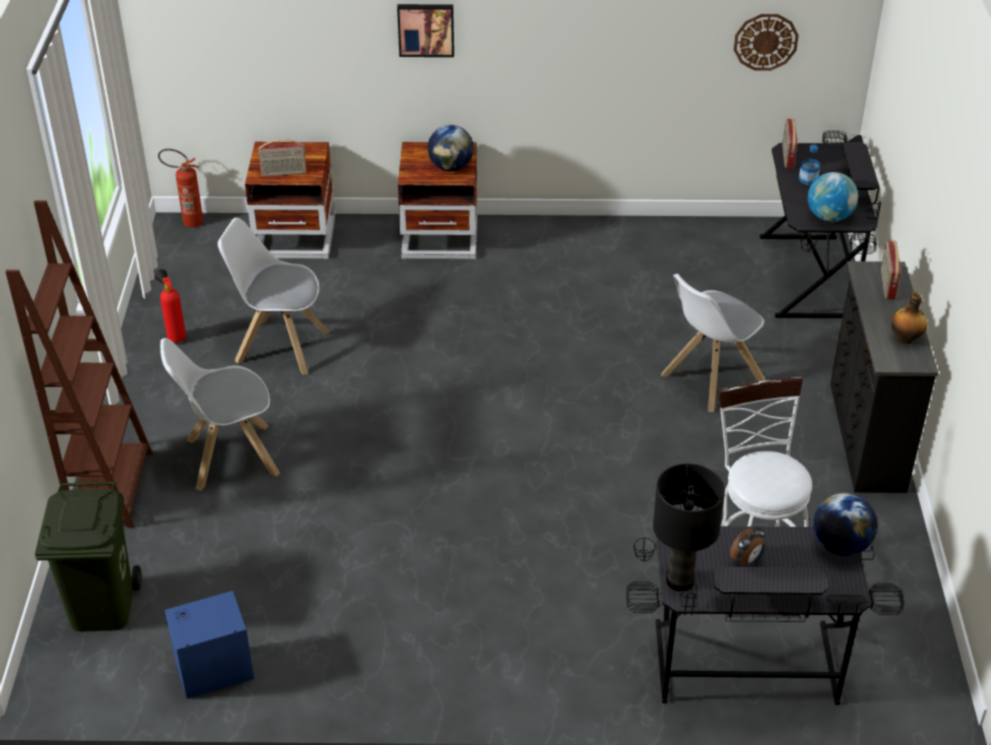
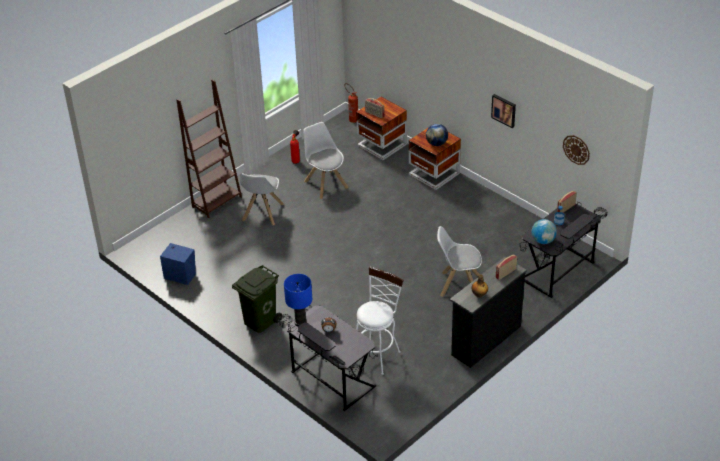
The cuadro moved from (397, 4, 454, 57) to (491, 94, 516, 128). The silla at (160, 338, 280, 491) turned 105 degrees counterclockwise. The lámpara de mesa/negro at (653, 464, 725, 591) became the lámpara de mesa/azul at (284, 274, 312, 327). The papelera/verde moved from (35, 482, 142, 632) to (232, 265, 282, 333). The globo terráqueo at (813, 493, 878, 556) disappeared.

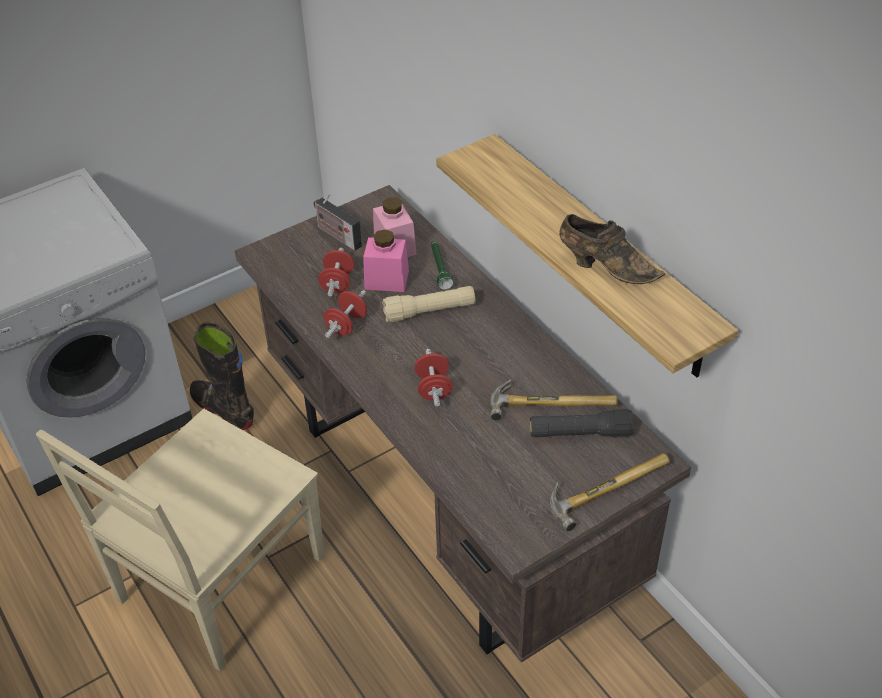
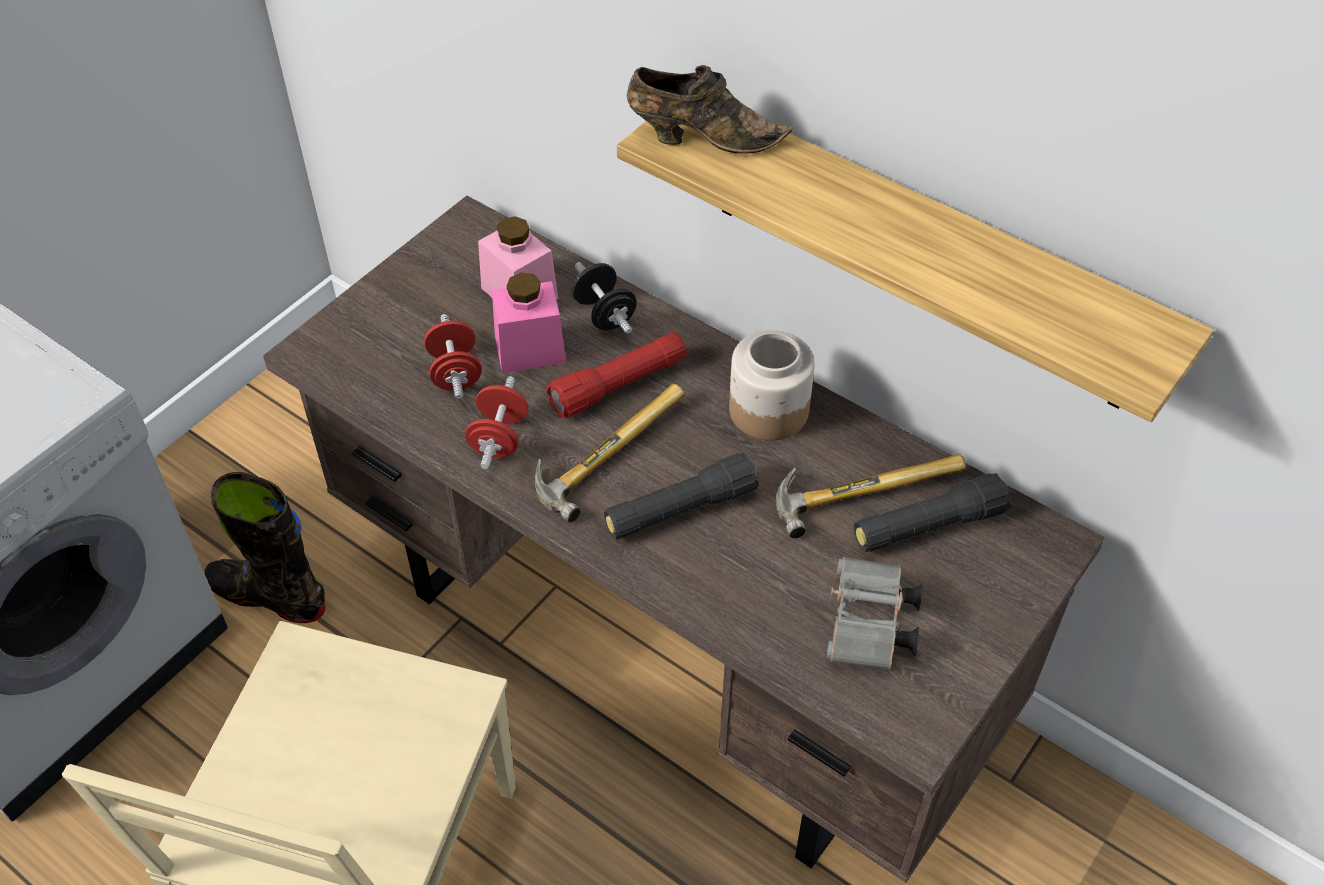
The radio at (314, 193, 362, 251) disappeared. The zapato/marrón moved from (559, 214, 665, 284) to (627, 65, 792, 154). The linterna/verde at (431, 241, 454, 290) was replaced by the mancuerna/negro at (572, 262, 637, 334). The linterna/beis at (382, 286, 475, 322) became the linterna/rojo at (546, 332, 687, 418). The mancuerna/rojo at (414, 349, 453, 407) was replaced by the linterna/negro at (604, 453, 759, 539). The martillo moved from (550, 453, 670, 531) to (535, 384, 685, 522). The tarro at (729, 330, 815, 441) appeared. The prismáticos/gris at (827, 556, 923, 669) appeared.

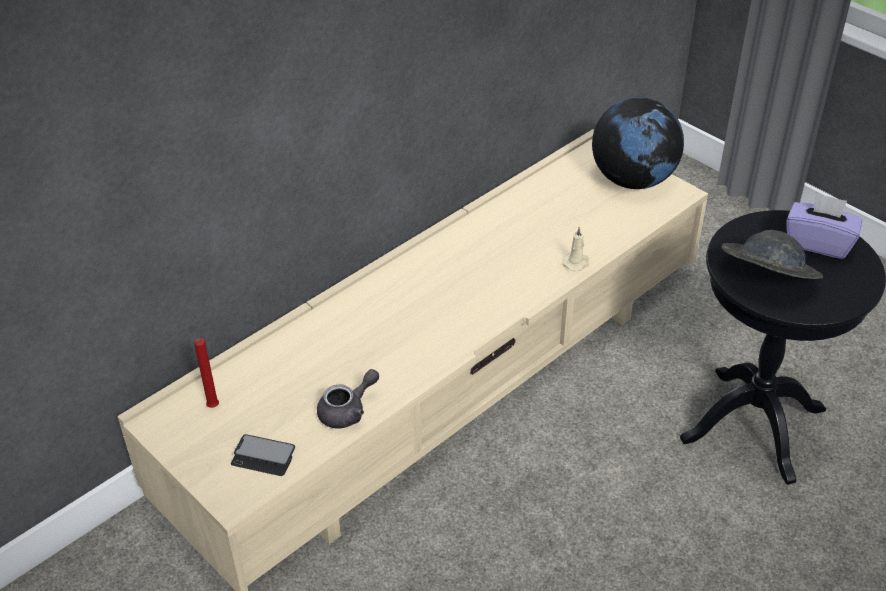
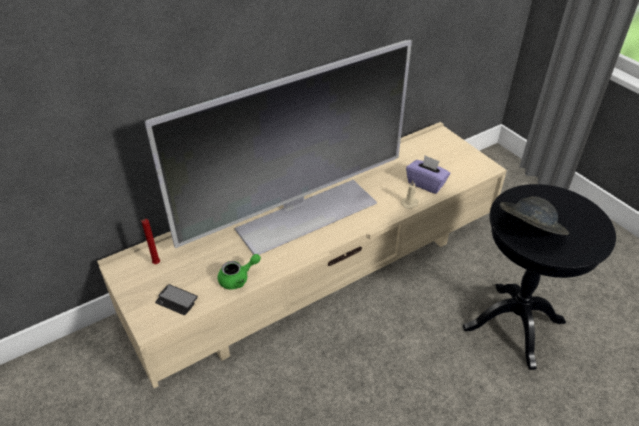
The globo terráqueo at (592, 97, 684, 189) disappeared. The caja de pañuelos/morado moved from (786, 193, 862, 259) to (406, 155, 450, 194). The tetera/gris at (317, 369, 379, 429) became the tetera/verde at (218, 254, 261, 290). The televisor at (145, 40, 412, 255) appeared.

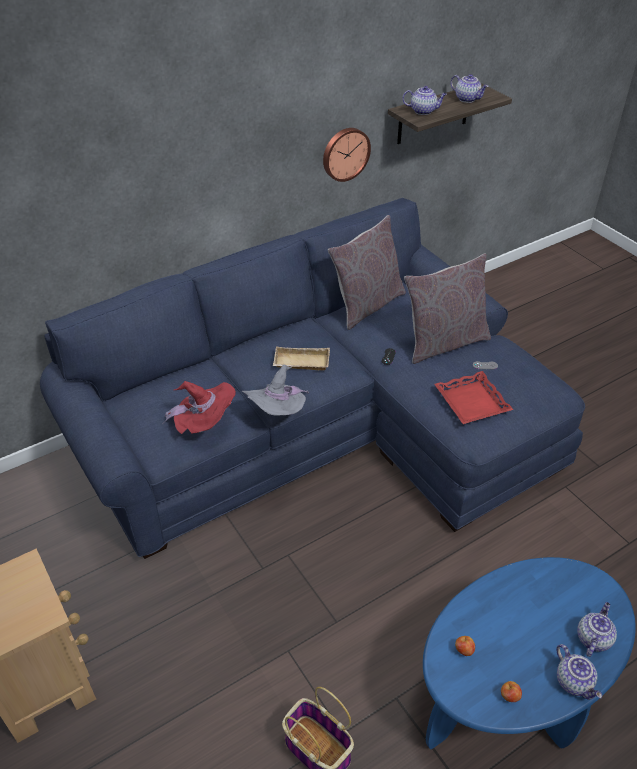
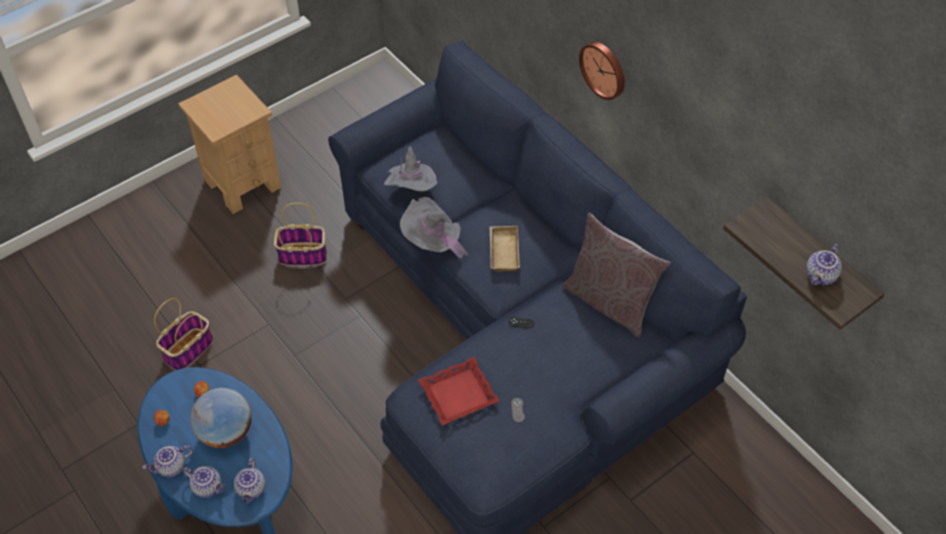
The tetera moved from (402, 86, 447, 115) to (234, 458, 266, 503). The reloj de pared moved from (323, 128, 371, 182) to (579, 42, 625, 100). The cojín/gris at (404, 253, 491, 364) disappeared. The sombrero/rojo at (162, 381, 236, 434) became the sombrero/gris at (384, 145, 438, 192). The cesta at (274, 203, 327, 266) appeared. The globo terráqueo at (190, 388, 252, 448) appeared.

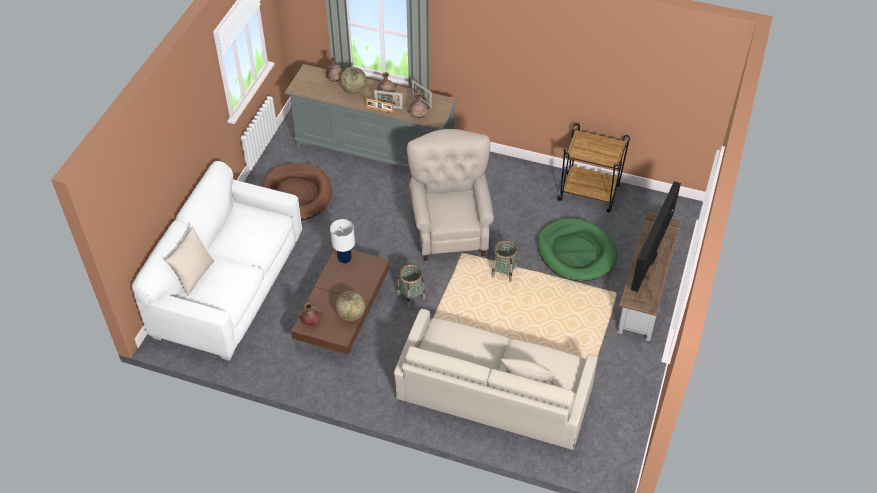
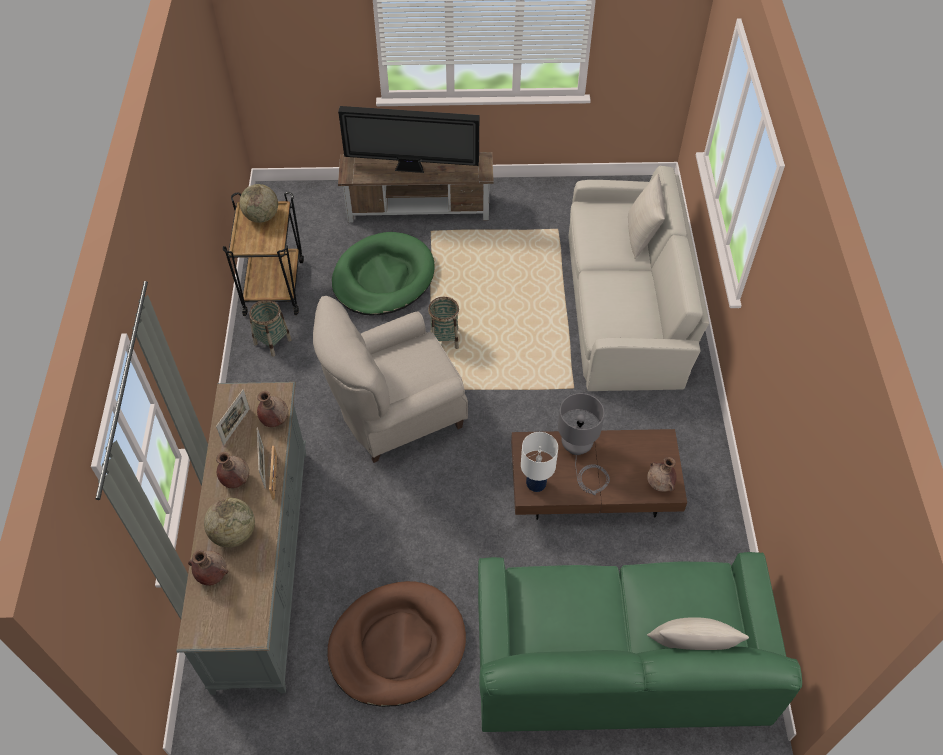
The sofá/blanco at (132, 161, 302, 361) became the sofá/verde at (478, 552, 802, 732). The cesta moved from (397, 264, 426, 308) to (249, 300, 292, 357). The globo terráqueo moved from (335, 291, 365, 321) to (240, 184, 278, 223). The lámpara de mesa/gris at (558, 393, 610, 495) appeared.

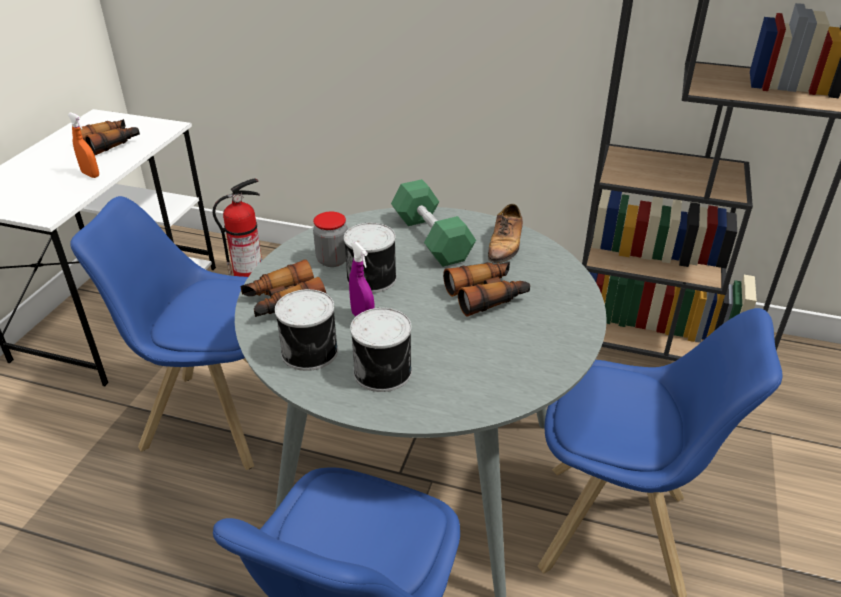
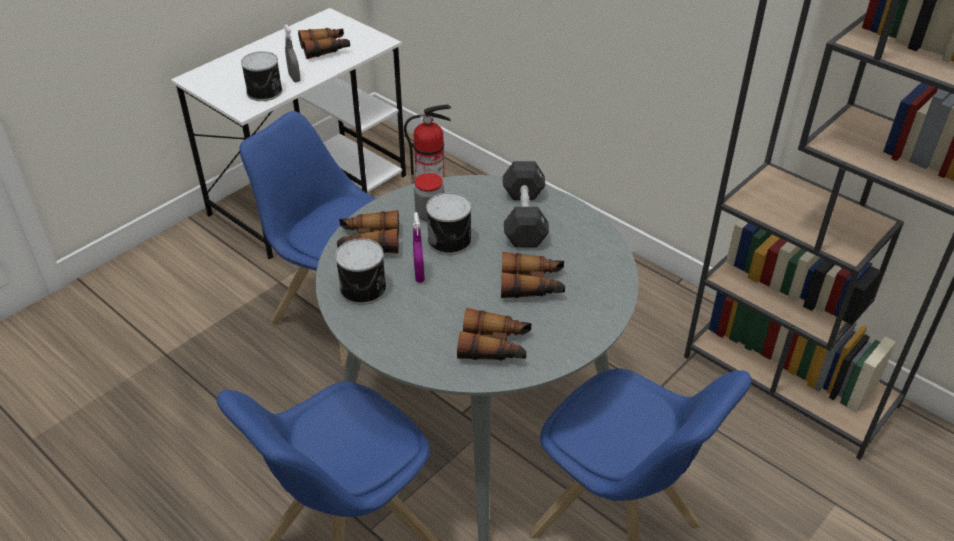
The pulverizador/naranja at (68, 112, 99, 178) became the pulverizador/gris at (284, 24, 300, 82). The mancuerna/verde at (391, 179, 476, 267) became the mancuerna/negro at (503, 161, 549, 247). The zapato at (488, 204, 523, 263) disappeared. The lata moved from (350, 308, 412, 392) to (241, 51, 283, 101). The prismáticos at (457, 308, 531, 361) appeared.

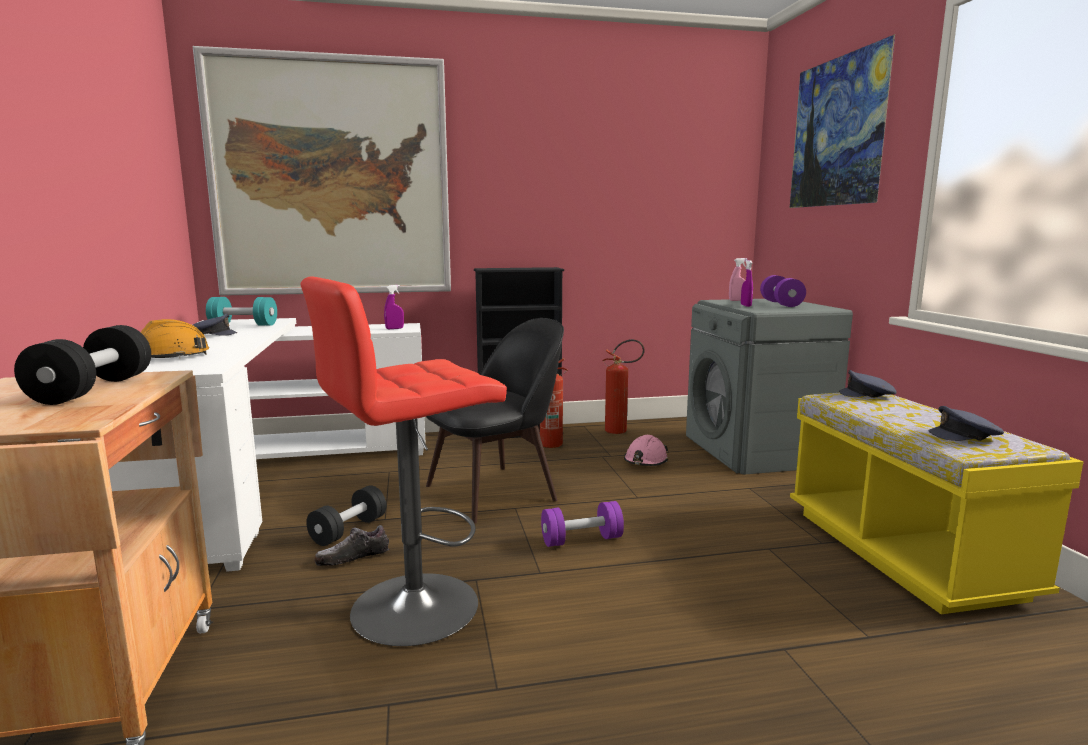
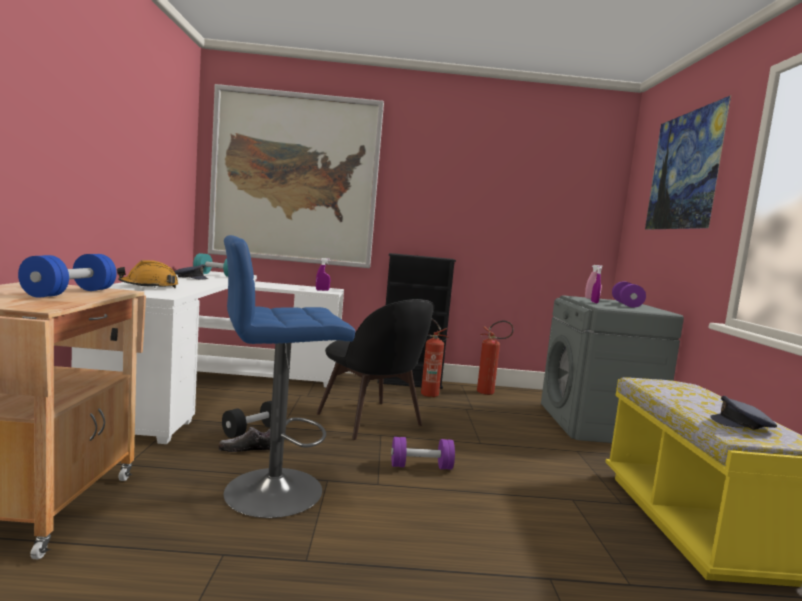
The taburete/rojo at (301, 276, 507, 646) became the taburete/azul at (224, 235, 355, 518). The silla/negro at (426, 318, 564, 524) turned 75 degrees clockwise. The mancuerna/negro at (14, 325, 151, 405) became the mancuerna/azul at (18, 254, 117, 298). The gorra/gris at (839, 370, 897, 398) disappeared. The casco/rosa at (624, 435, 669, 466) disappeared.

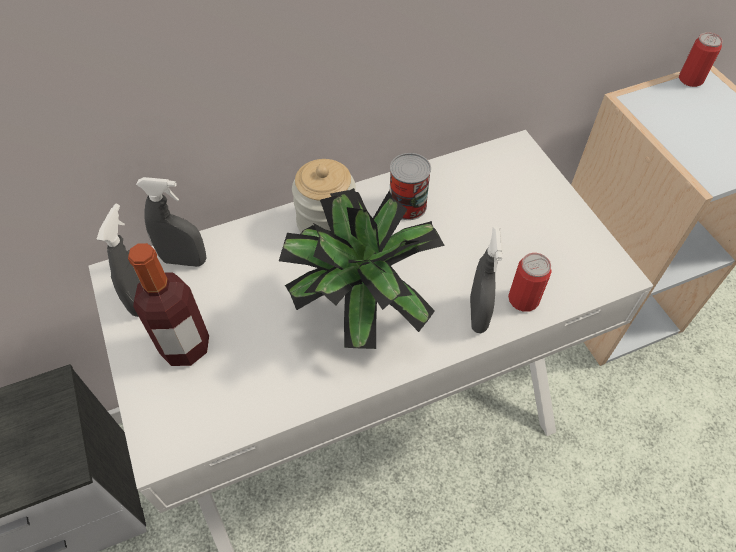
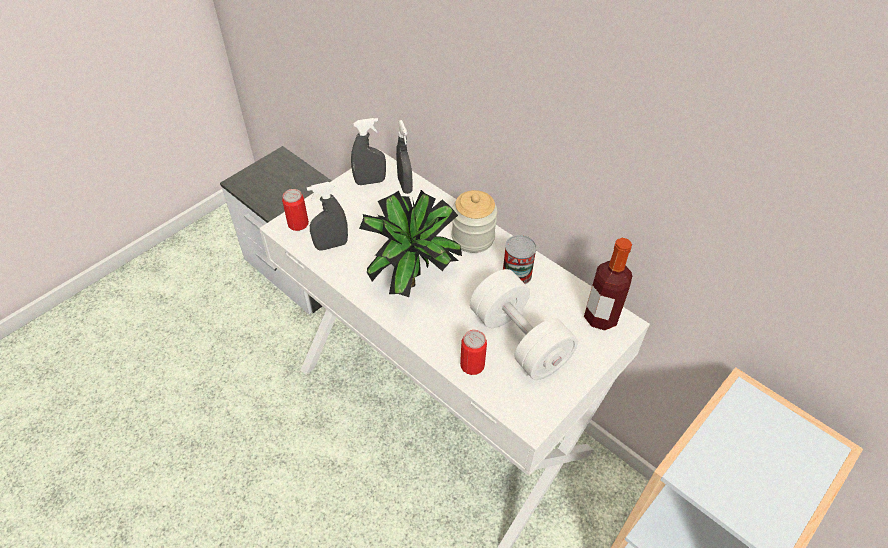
The lata moved from (679, 32, 723, 87) to (282, 189, 309, 231). The pulverizador/gris moved from (470, 227, 503, 333) to (307, 182, 348, 251). The botella moved from (128, 243, 209, 366) to (584, 238, 632, 330). The mancuerna/blanco at (470, 269, 578, 380) appeared.

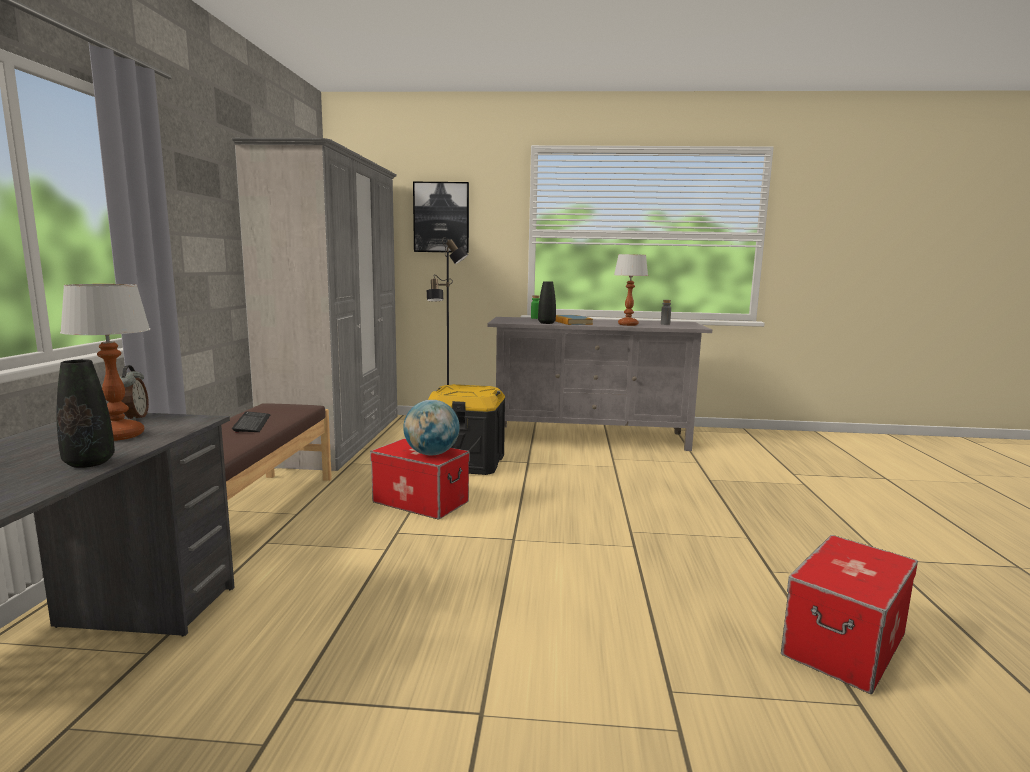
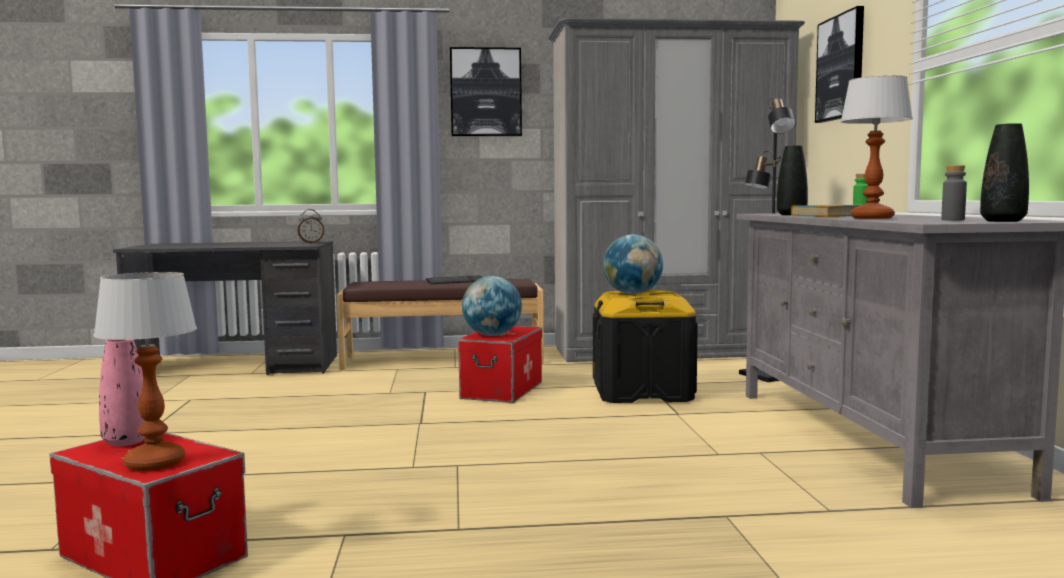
The lámpara de mesa moved from (60, 284, 150, 441) to (93, 272, 197, 471). The florero/negro moved from (57, 359, 115, 468) to (980, 123, 1029, 222). The cuadro at (450, 47, 522, 136) appeared. The globo terráqueo at (603, 234, 663, 294) appeared. The florero/rosa at (99, 340, 145, 446) appeared.

